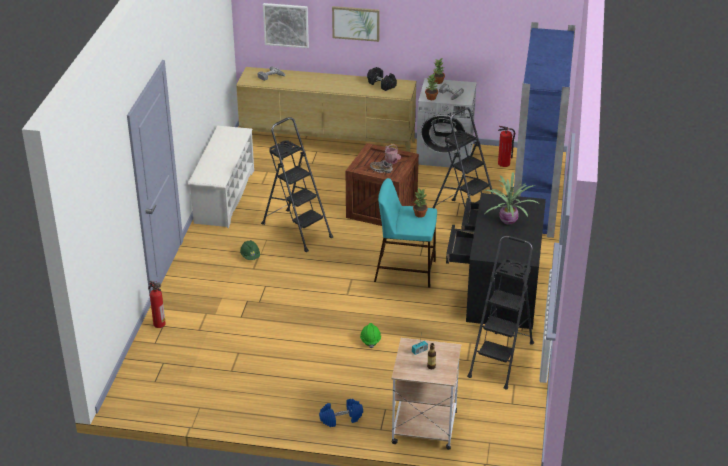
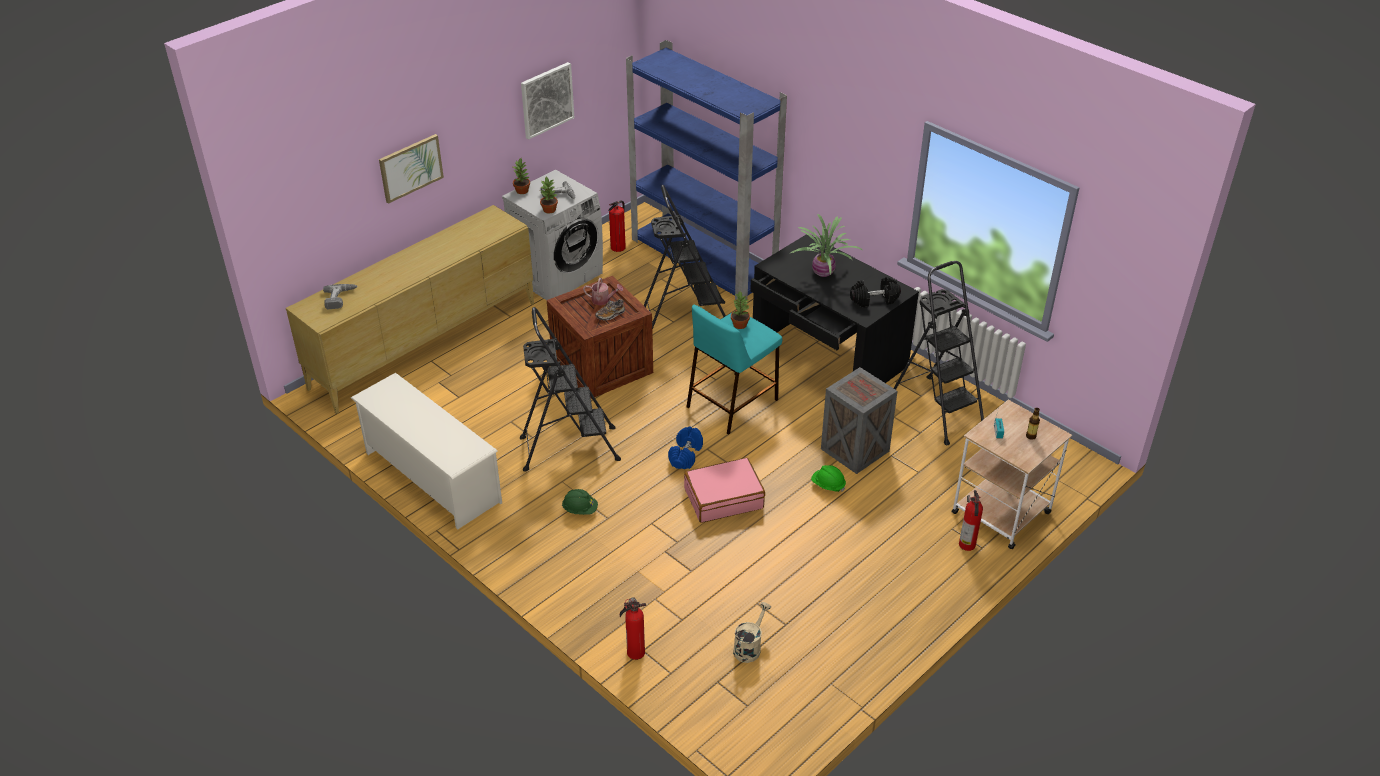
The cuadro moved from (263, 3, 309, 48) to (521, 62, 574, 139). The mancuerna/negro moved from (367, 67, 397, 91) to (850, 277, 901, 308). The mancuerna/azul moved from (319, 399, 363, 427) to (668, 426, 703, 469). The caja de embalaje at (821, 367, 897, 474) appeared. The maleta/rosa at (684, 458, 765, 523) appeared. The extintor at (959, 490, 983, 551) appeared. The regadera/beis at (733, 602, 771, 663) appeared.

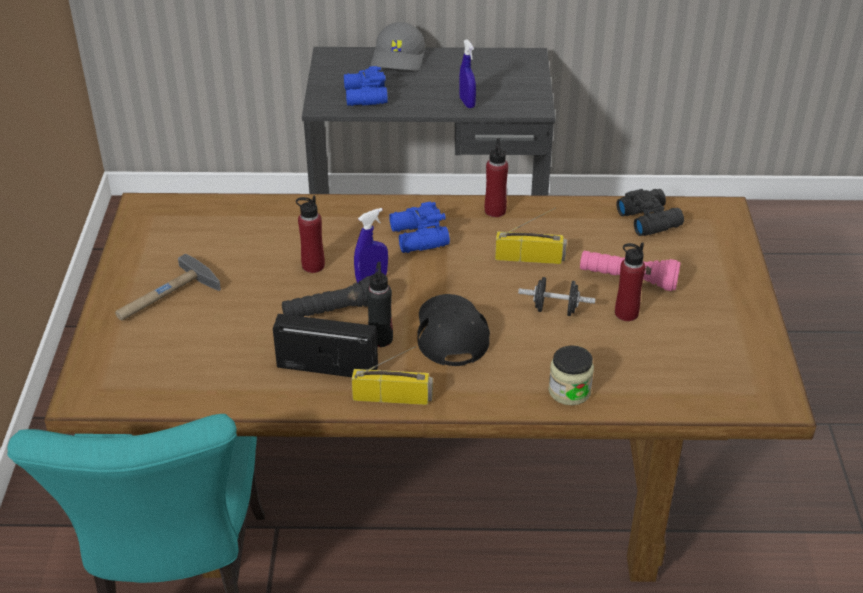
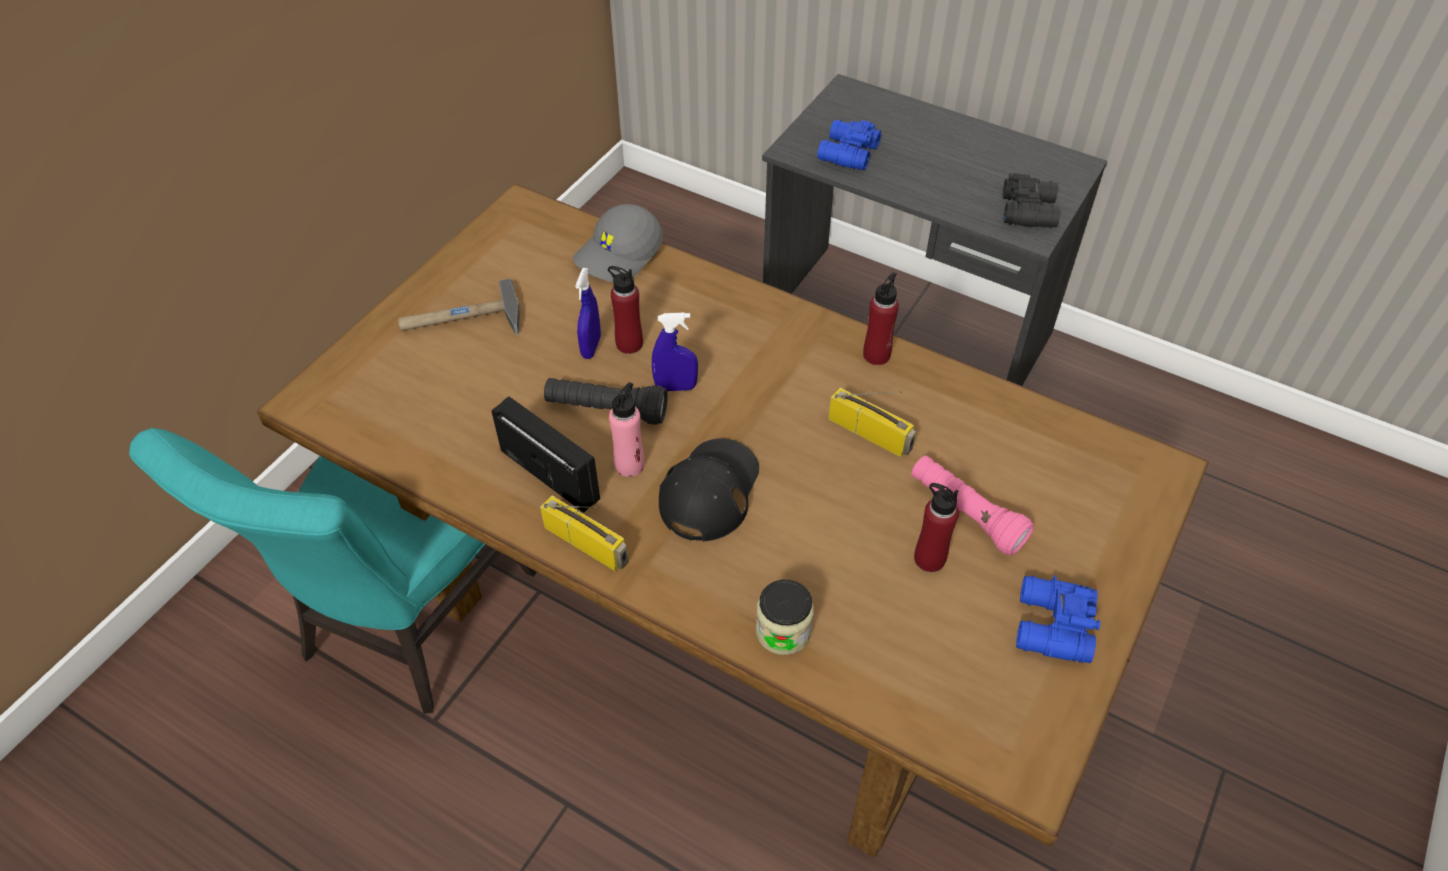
The gorra/gris moved from (371, 22, 425, 71) to (573, 204, 663, 282). The pulverizador/azul moved from (459, 39, 476, 108) to (575, 268, 601, 359). The prismáticos/negro moved from (616, 189, 684, 236) to (1003, 173, 1060, 228). The prismáticos/azul moved from (389, 202, 450, 253) to (1016, 575, 1101, 663). The botella/negro at (366, 262, 393, 347) became the botella/rosa at (609, 382, 644, 477). The mancuerna/negro at (518, 277, 596, 316) disappeared.

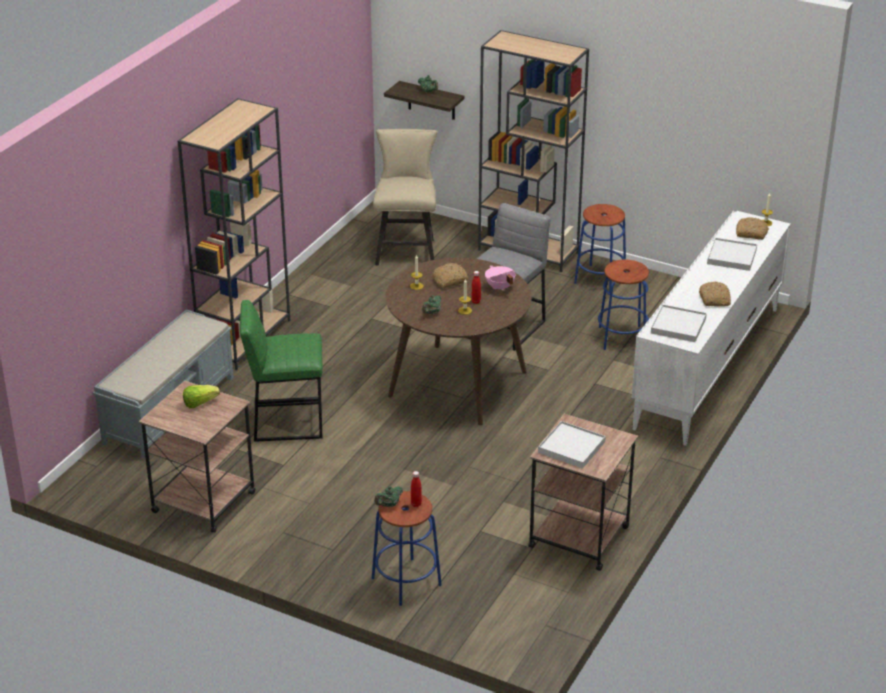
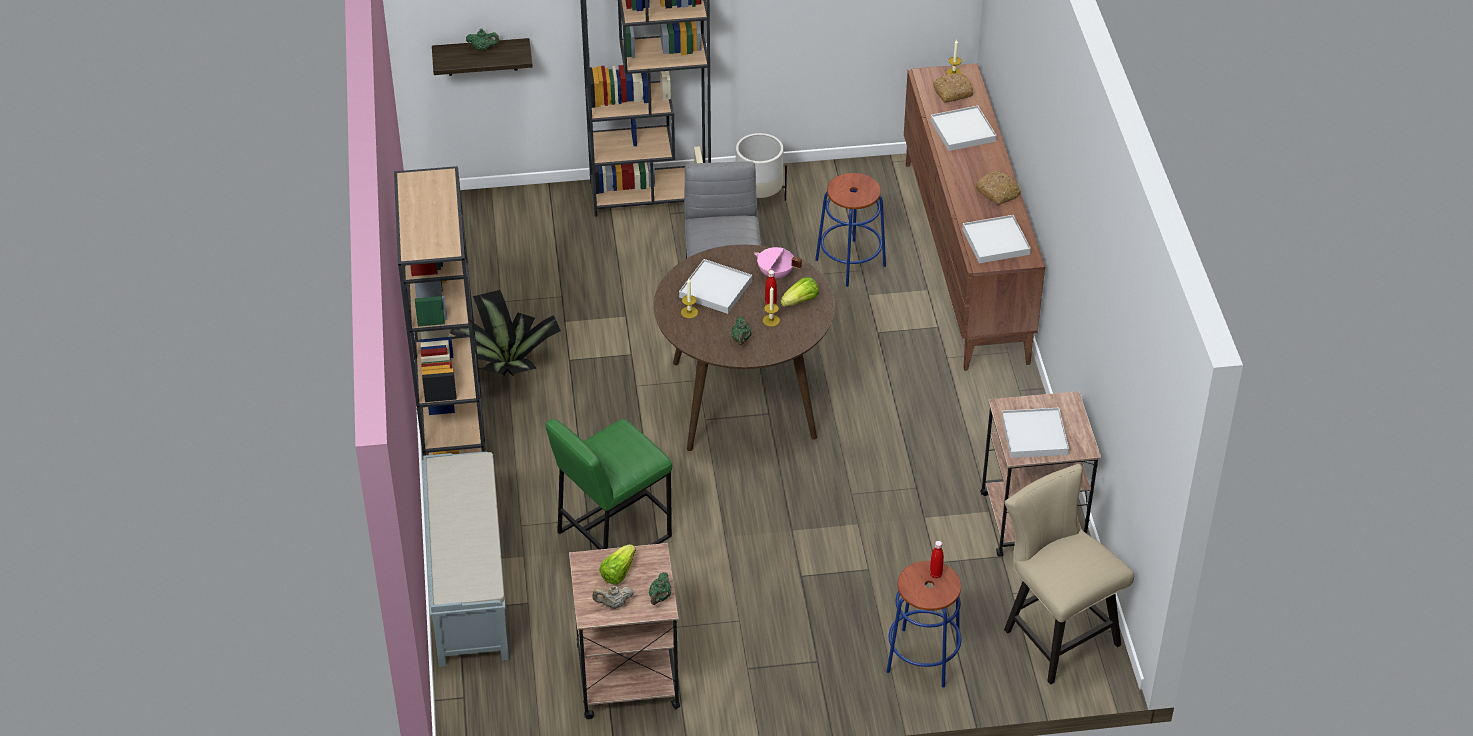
The silla/beis moved from (373, 129, 437, 265) to (1004, 464, 1134, 685). The taburete/azul at (574, 204, 626, 292) was replaced by the maceta/blanco at (736, 133, 787, 201). The armario/blanco at (632, 211, 791, 446) became the armario/marrón at (904, 63, 1045, 371). The pan at (432, 263, 468, 288) was replaced by the bandeja/blanco at (679, 259, 752, 314). The tetera/verde moved from (374, 486, 403, 507) to (649, 572, 671, 605). The lechuga at (780, 277, 819, 307) appeared. The planta en maceta at (450, 290, 561, 376) appeared. The tetera/beis at (592, 585, 633, 609) appeared.

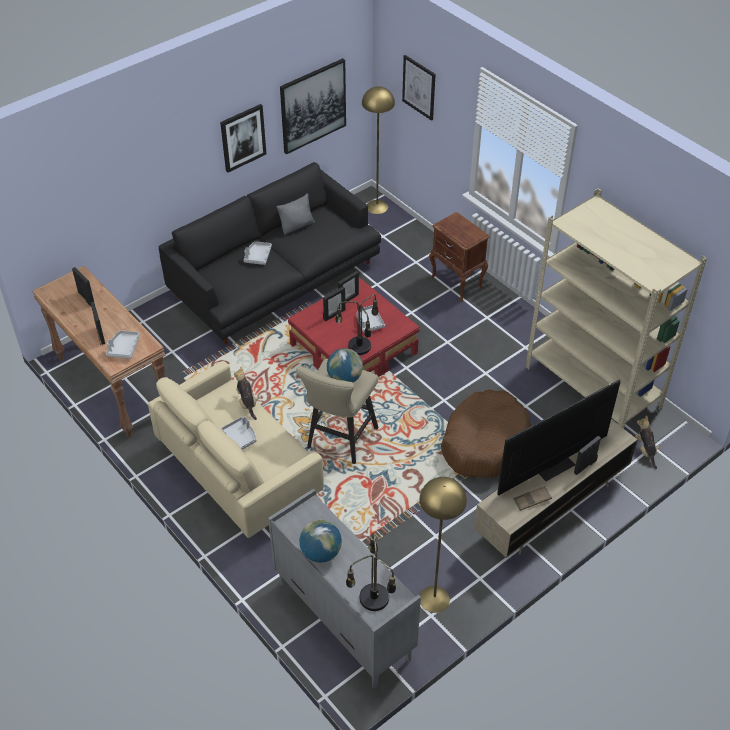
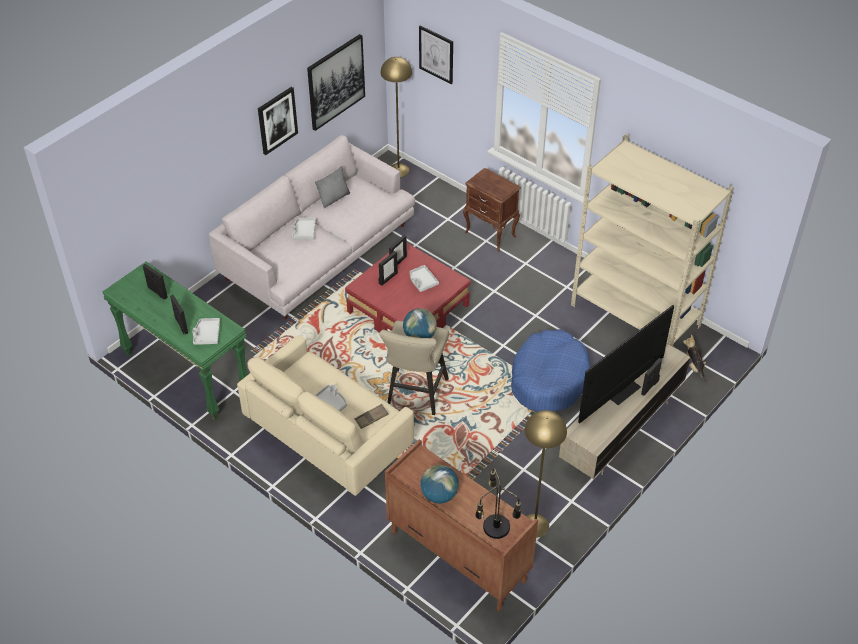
The sofá/negro at (159, 162, 381, 344) became the sofá/blanco at (209, 135, 415, 320). The mesa consola/marrón at (32, 266, 165, 438) became the mesa consola/verde at (102, 262, 248, 420). The lámpara de mesa at (335, 295, 378, 355) disappeared. The peluche at (234, 367, 259, 420) disappeared. The cama para perro/marrón at (441, 390, 531, 478) became the cama para perro/azul at (511, 329, 591, 412). The bandeja/marrón moved from (513, 486, 552, 511) to (354, 404, 389, 429). The armario/gris at (268, 488, 421, 688) became the armario/marrón at (385, 439, 538, 612).

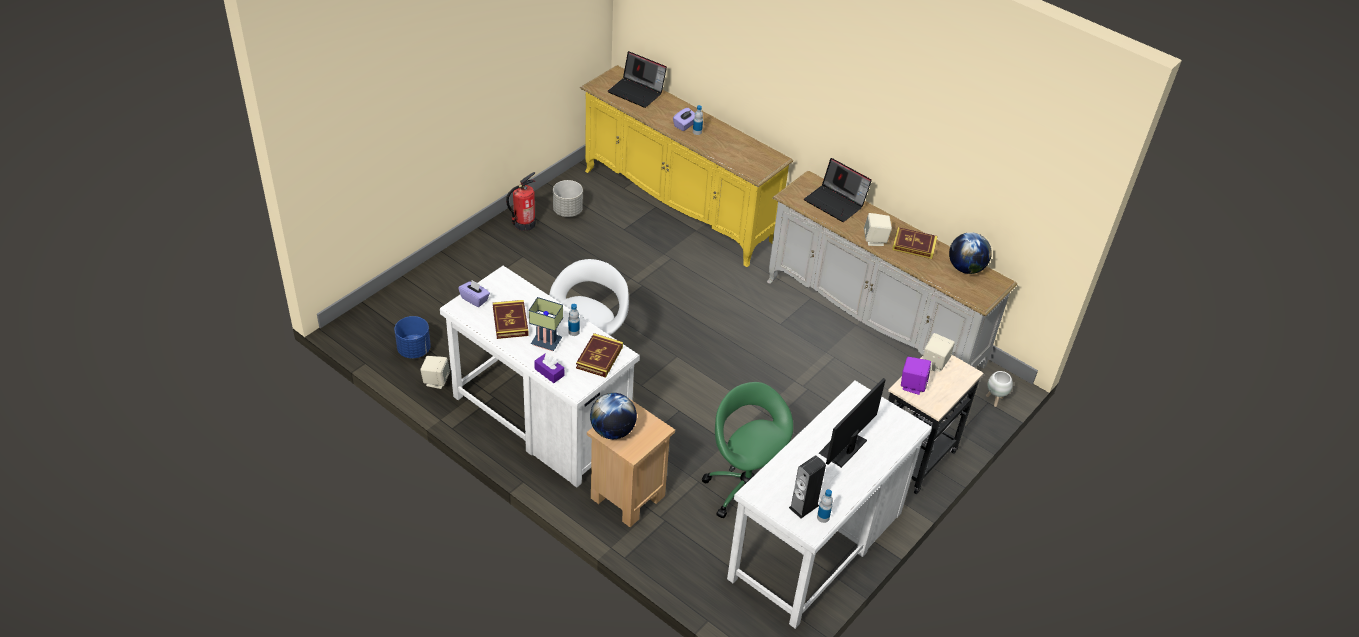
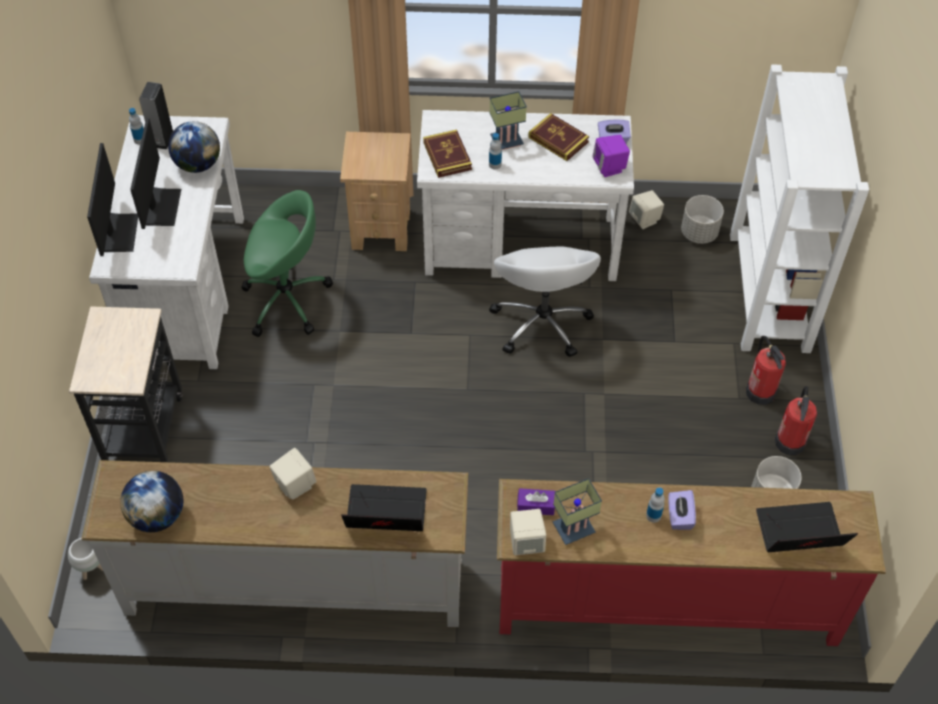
The armario/amarillo at (580, 65, 793, 267) became the armario/rojo at (497, 479, 886, 646). The libro at (892, 227, 938, 259) disappeared. The maceta/azul at (394, 316, 431, 358) became the maceta/gris at (681, 195, 724, 244). The altavoz/beis moved from (922, 333, 955, 372) to (510, 509, 546, 555). The caja de pañuelos/morado moved from (534, 354, 564, 383) to (517, 488, 555, 515). The altavoz/morado moved from (901, 357, 931, 395) to (592, 135, 630, 177). The globo terráqueo moved from (590, 393, 637, 439) to (168, 121, 220, 173). The estantería/blanco at (730, 65, 869, 353) appeared. The monitor at (87, 143, 138, 256) appeared. The extintor at (746, 336, 786, 405) appeared. The lámpara de mesa at (553, 478, 602, 545) appeared.

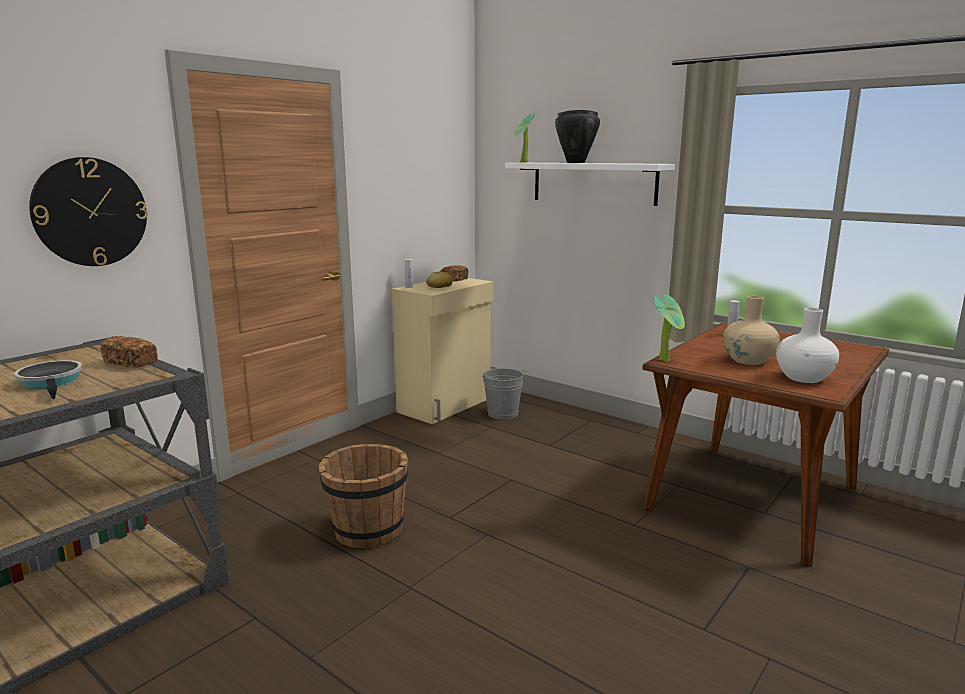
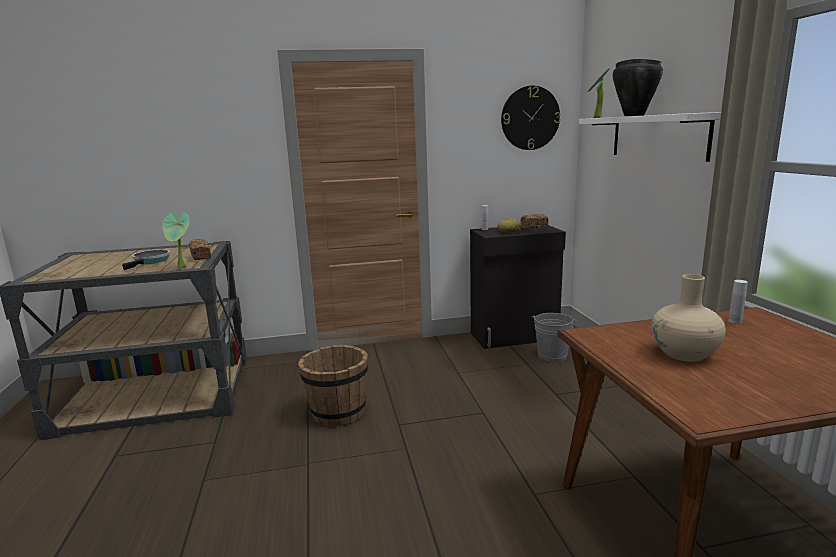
The reloj de pared moved from (29, 157, 148, 266) to (501, 86, 561, 150). The armario/beis at (392, 278, 494, 424) became the armario/negro at (470, 225, 566, 349). The planta en maceta moved from (654, 294, 685, 362) to (162, 213, 190, 268). The florero/blanco at (776, 308, 839, 383) disappeared.

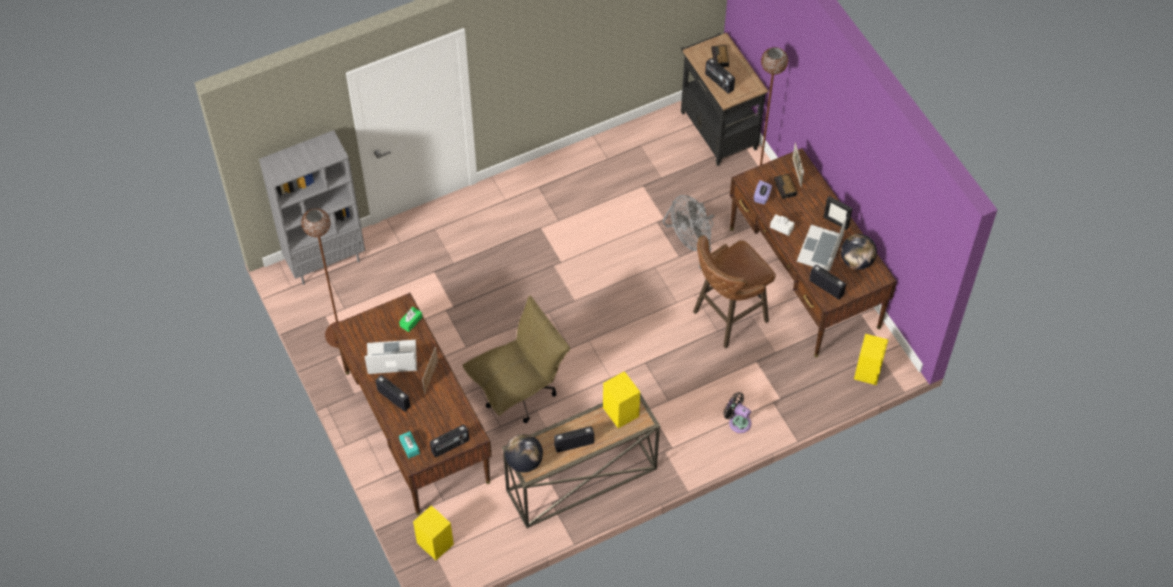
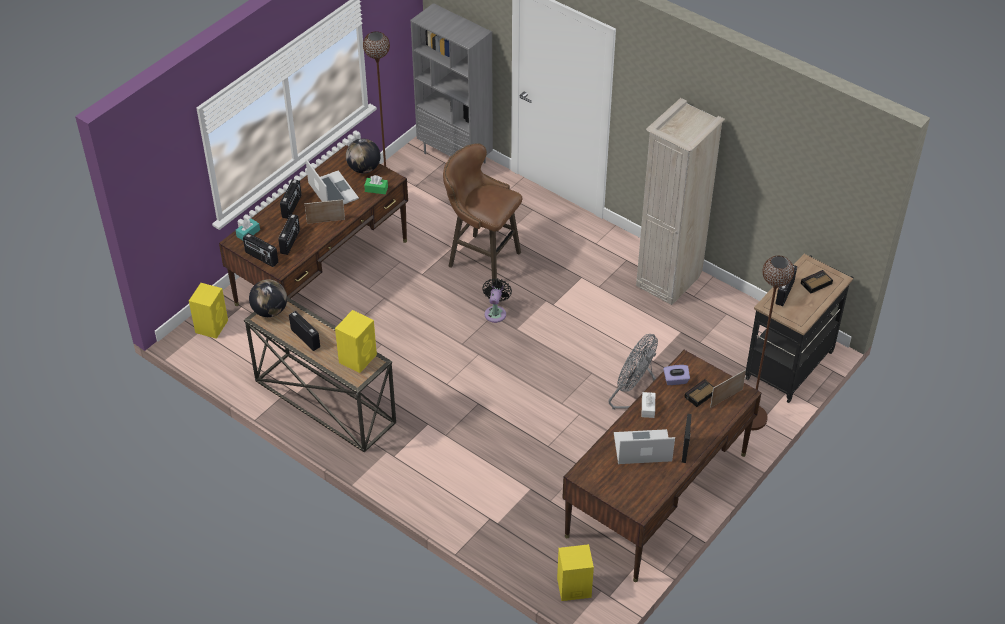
The globo terráqueo moved from (841, 234, 877, 270) to (346, 139, 381, 173). The taburete/marrón moved from (693, 235, 776, 348) to (443, 143, 522, 282). The radio moved from (809, 264, 846, 299) to (278, 214, 300, 255). The silla de oficina/beis at (462, 296, 570, 423) disappeared. The ventilador/negro moved from (723, 392, 751, 433) to (482, 278, 512, 323). The armario/beis at (636, 98, 725, 305) appeared.

